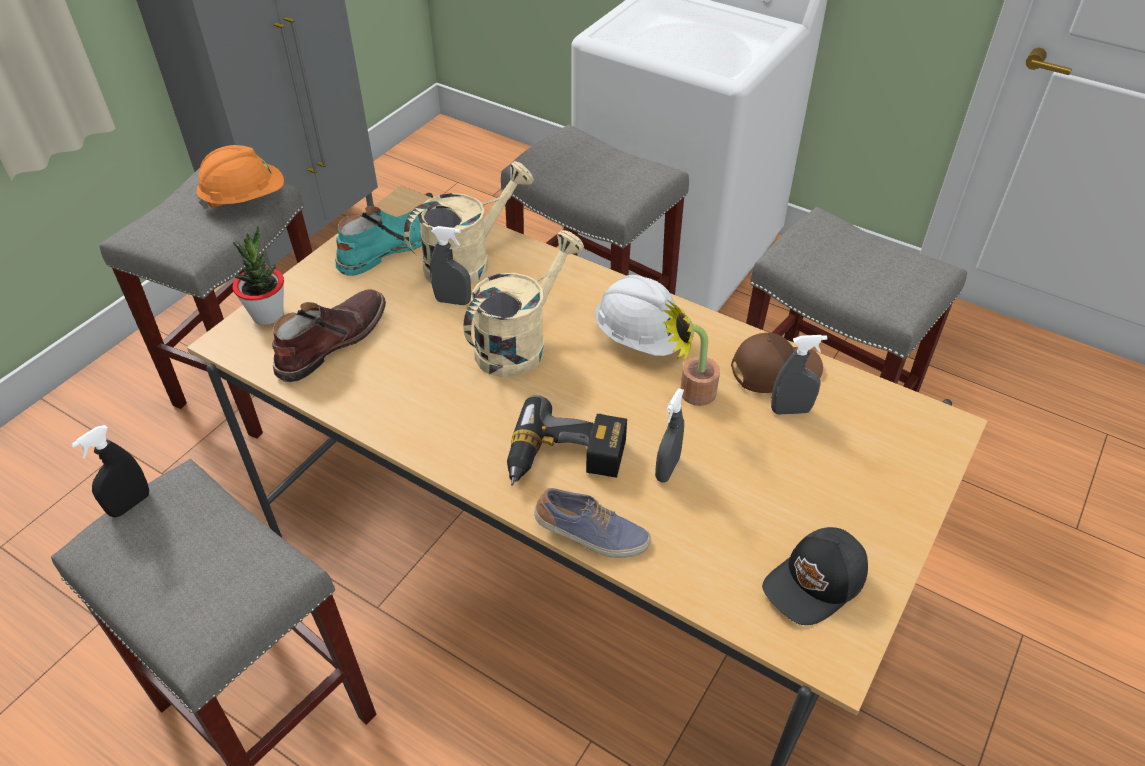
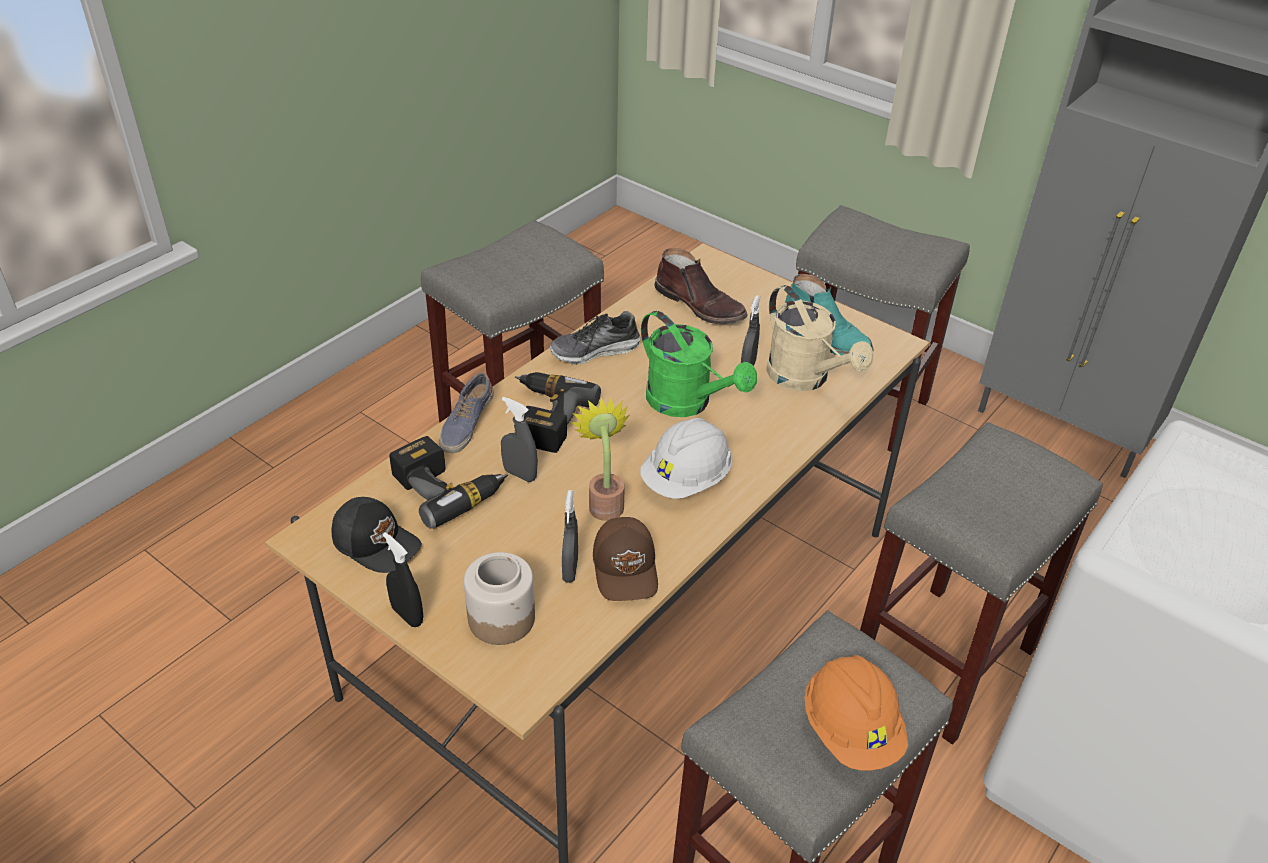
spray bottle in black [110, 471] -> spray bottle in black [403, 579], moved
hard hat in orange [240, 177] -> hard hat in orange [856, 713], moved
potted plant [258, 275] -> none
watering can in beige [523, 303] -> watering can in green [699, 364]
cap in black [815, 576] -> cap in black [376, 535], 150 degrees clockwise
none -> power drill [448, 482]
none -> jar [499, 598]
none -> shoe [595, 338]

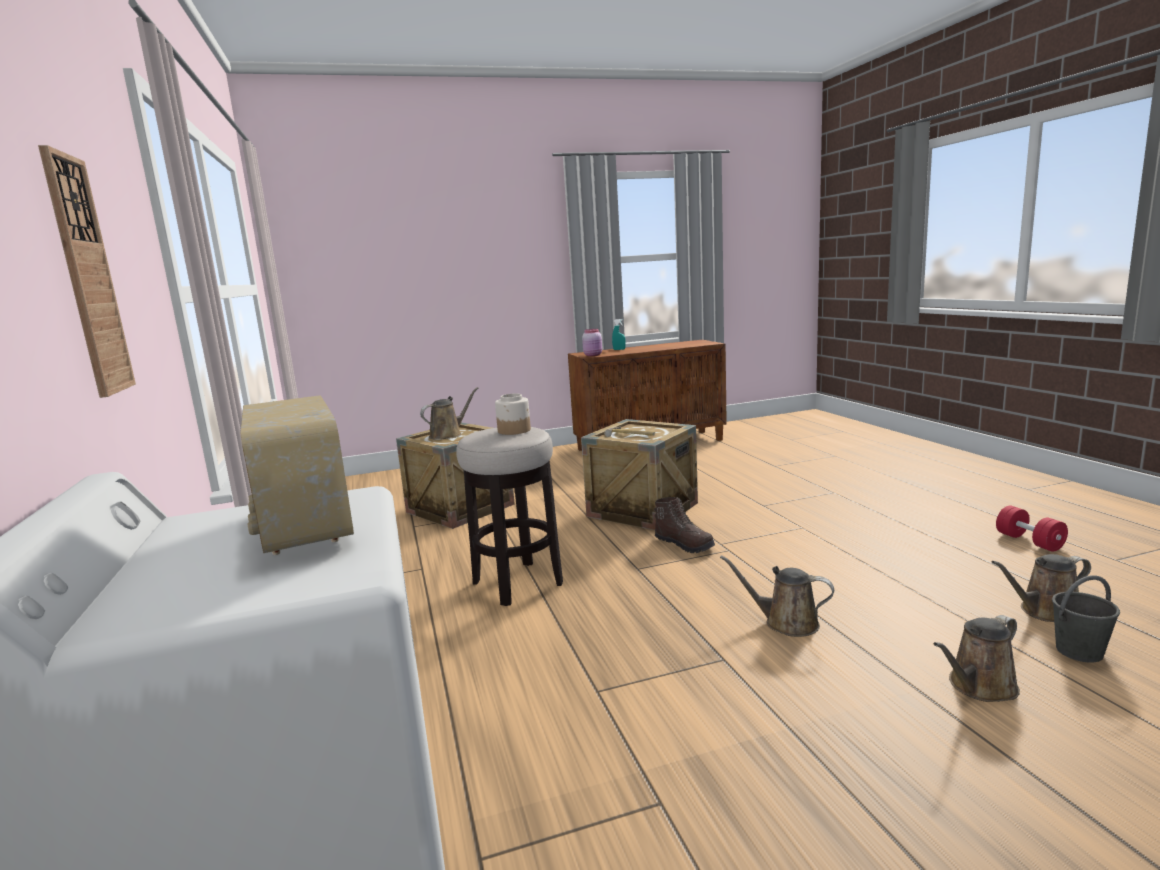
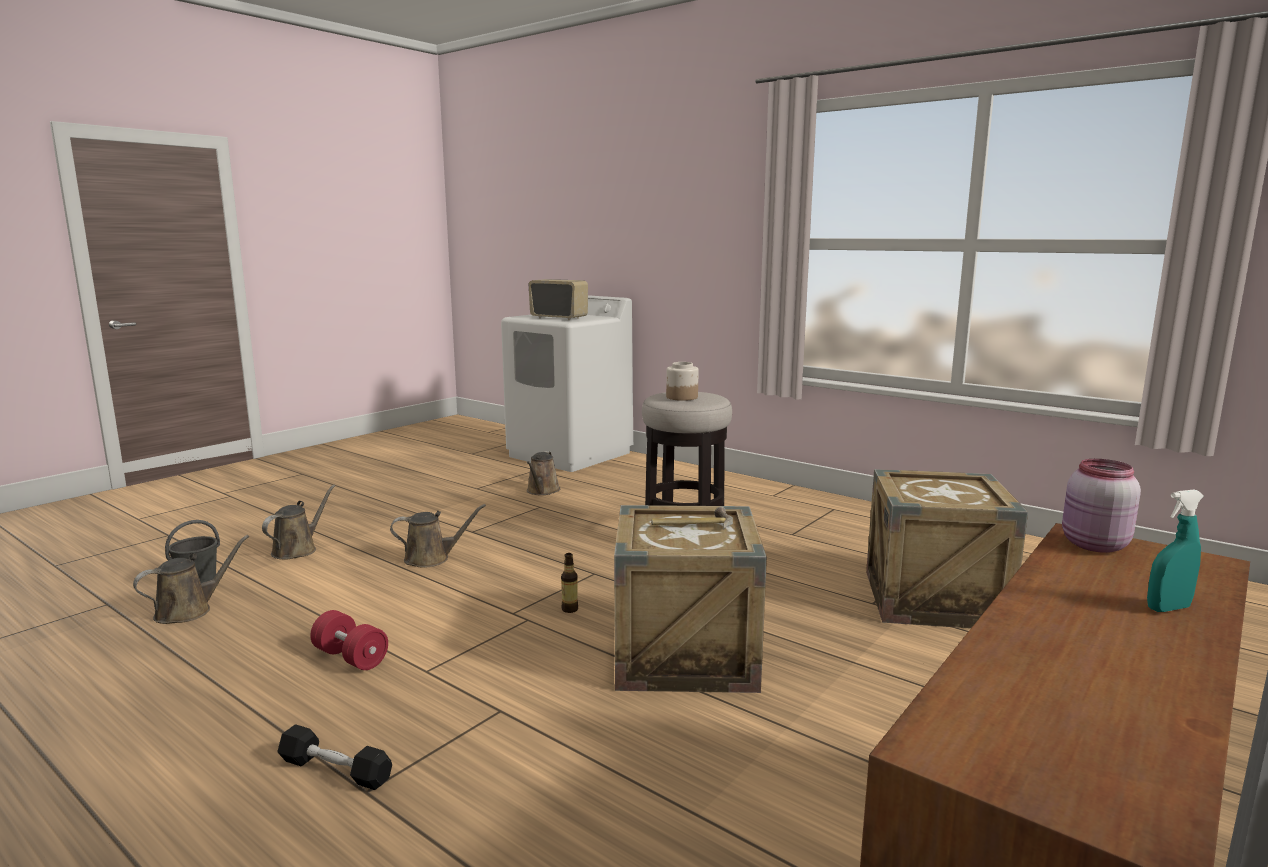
wall clock [87, 271] -> none
watering can in brown [449, 413] -> watering can in brown [543, 473], moved
boot in brown [684, 525] -> bottle [569, 583]
dumbbell in red [1032, 529] -> dumbbell in red [349, 640], moved
none -> dumbbell in black [334, 757]

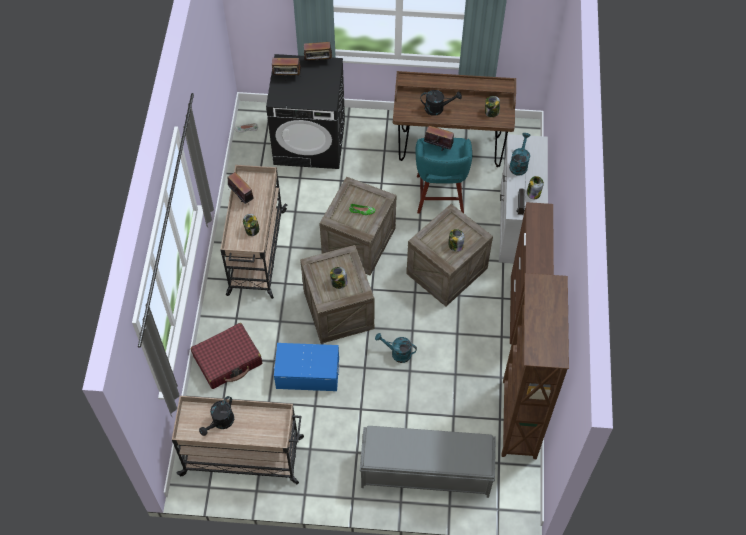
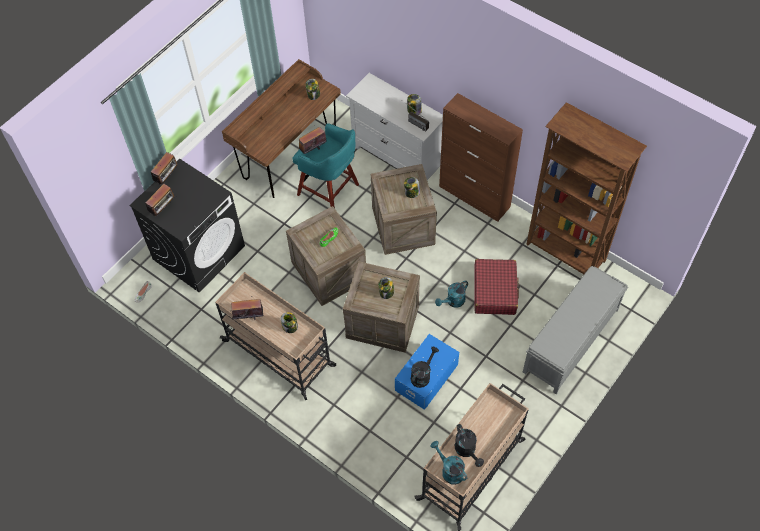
suitcase in red [226, 356] -> suitcase in red [497, 287], moved
watering can in black [441, 103] -> watering can in black [425, 367], moved
watering can in turquoise [519, 154] -> watering can in turquoise [448, 463], moved

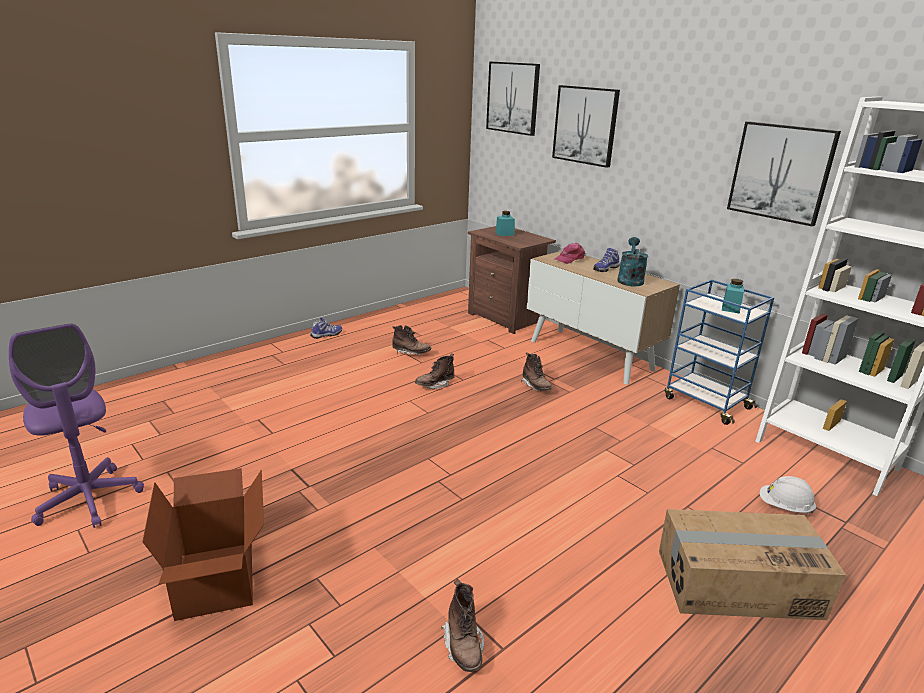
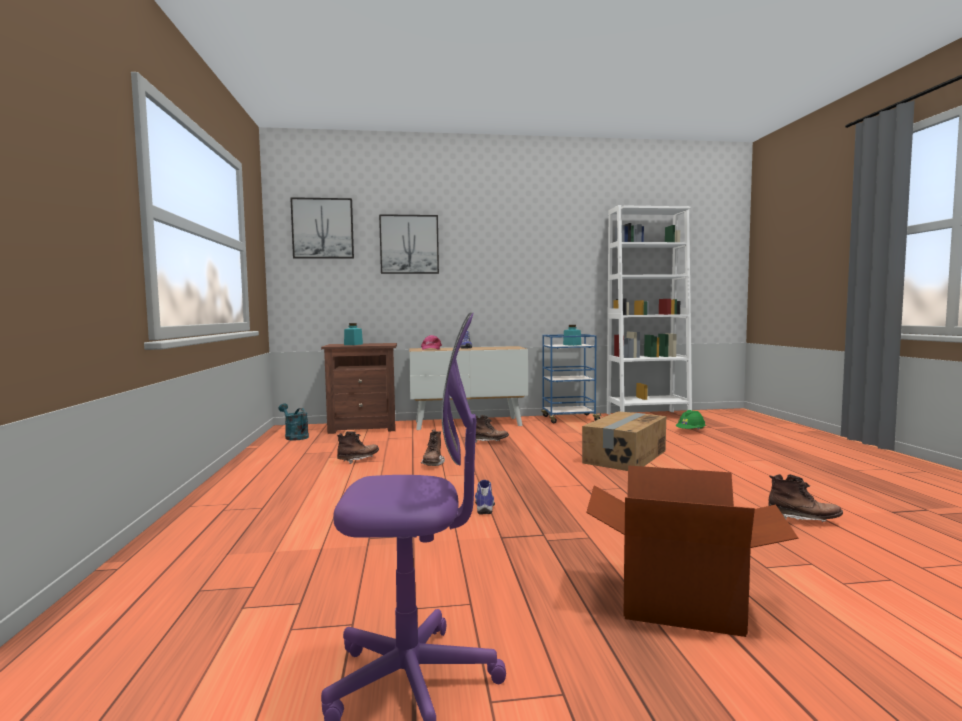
shoe [326, 328] -> shoe [485, 497], moved
watering can in turquoise [632, 261] -> watering can in turquoise [294, 421], moved
cardboard box [752, 564] -> cardboard box [624, 441], moved
picture [784, 173] -> none
hard hat in white [788, 495] -> hard hat in green [690, 420]

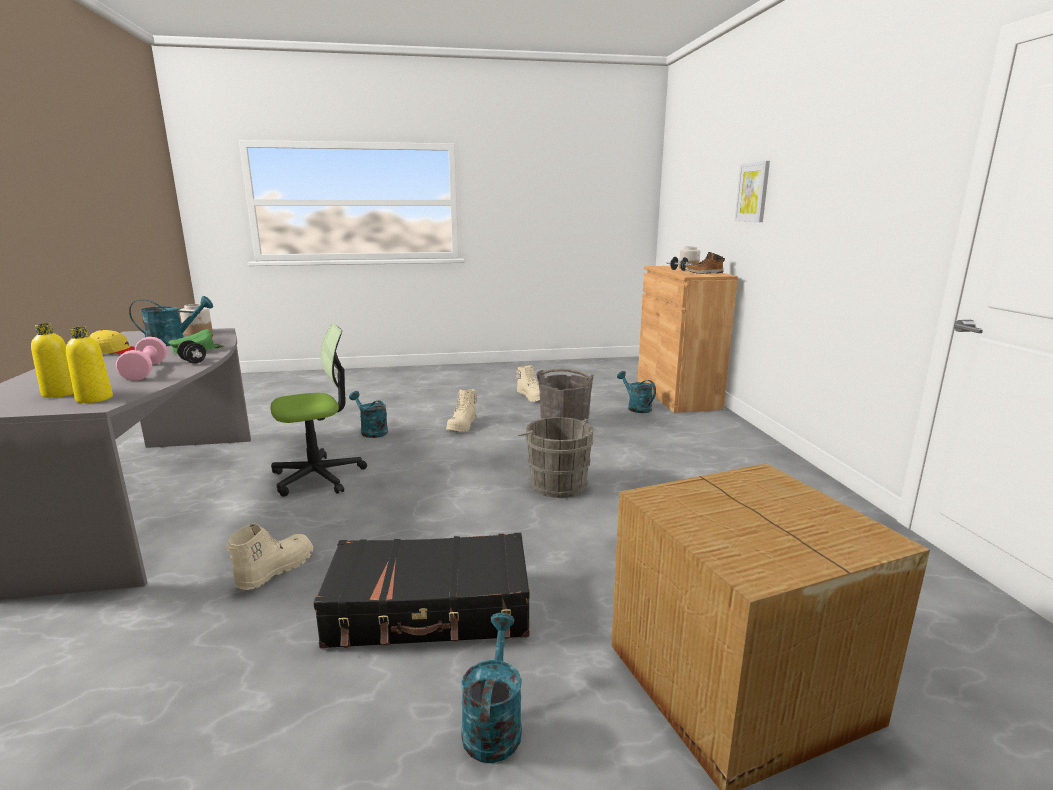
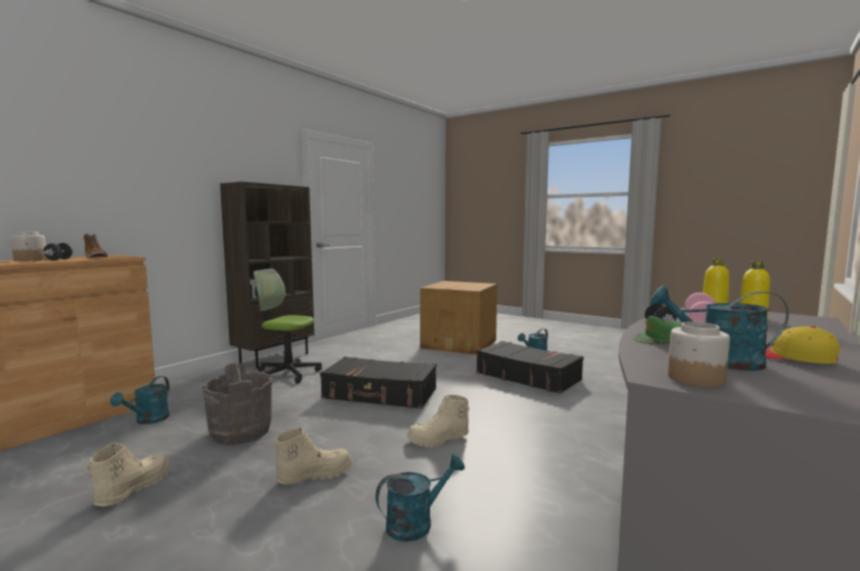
boot in beige [269, 556] -> boot in beige [438, 421], moved
office chair [319, 410] -> office chair [287, 326], moved
watering can in turquoise [368, 414] -> watering can in turquoise [420, 498], 120 degrees counterclockwise
bucket in grey [555, 457] -> suitcase in black [378, 383]
picture [752, 191] -> none
none -> bookcase in brown [267, 275]

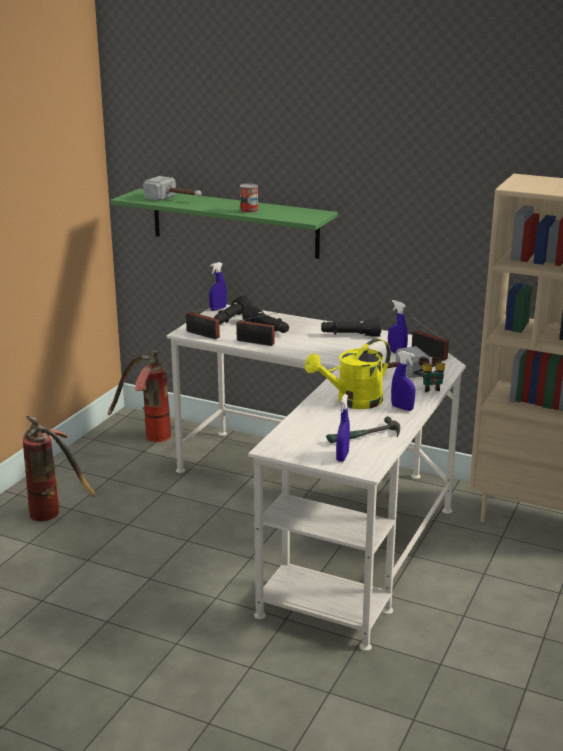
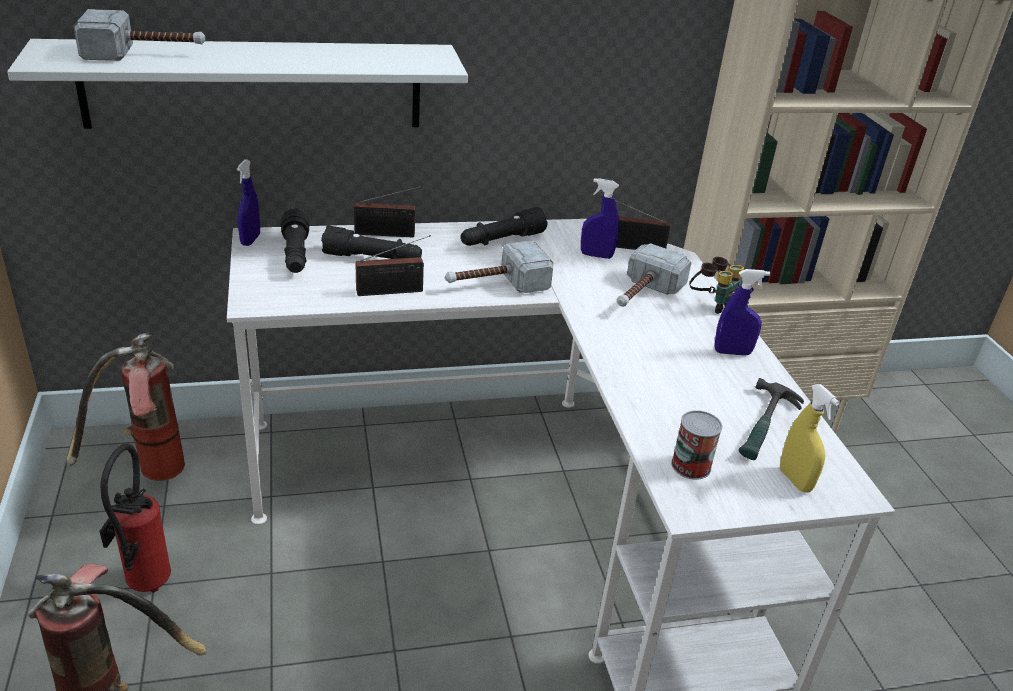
shelf in green [224, 224] -> shelf in white [237, 84]
radio [203, 323] -> radio [388, 211], moved
can [249, 198] -> can [696, 445], moved
watering can in yellow [347, 374] -> none
spray bottle in blue [343, 428] -> spray bottle in yellow [810, 438]
none -> fire extinguisher [135, 518]
none -> hammer [499, 267]

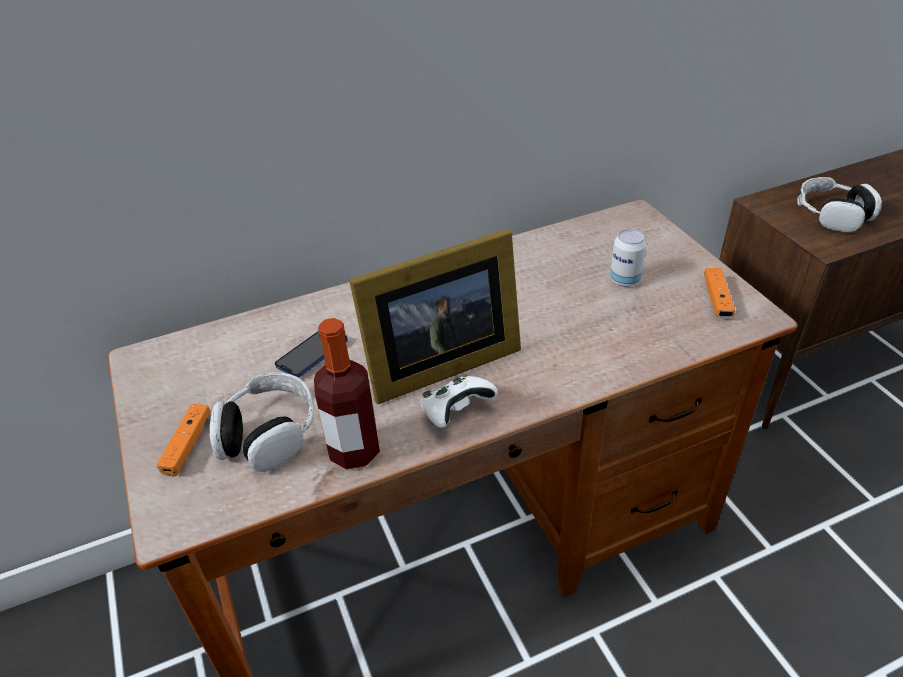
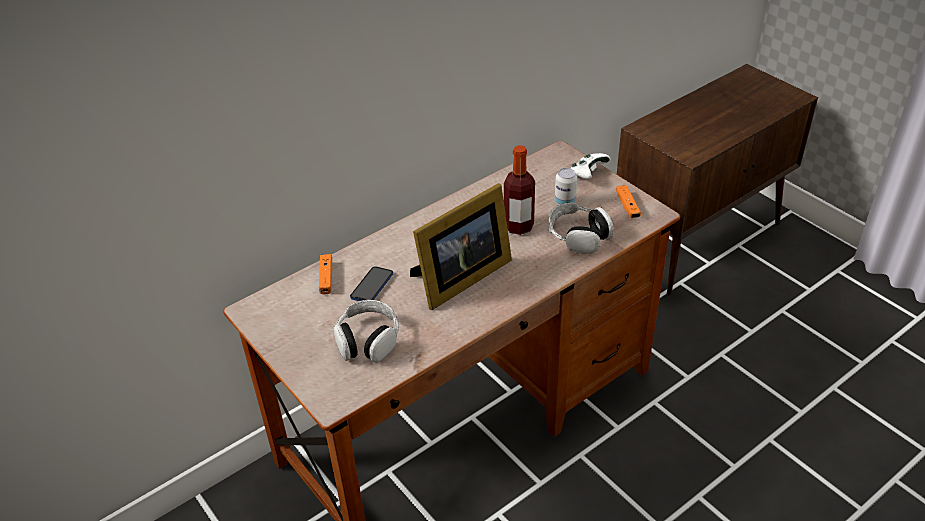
game controller in orange [184, 440] -> game controller in orange [325, 274], moved
bottle [347, 393] -> bottle [519, 190], moved
game controller in white [459, 401] -> game controller in white [590, 166], moved
headphones [839, 204] -> headphones [581, 228], moved

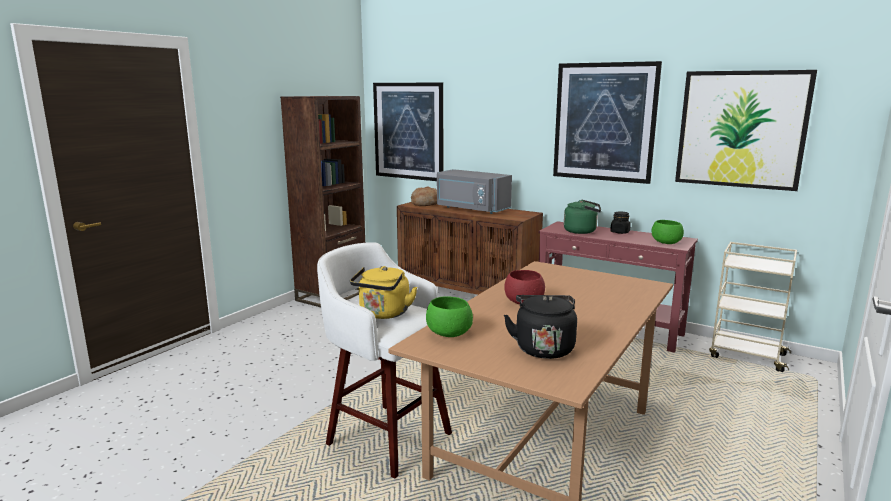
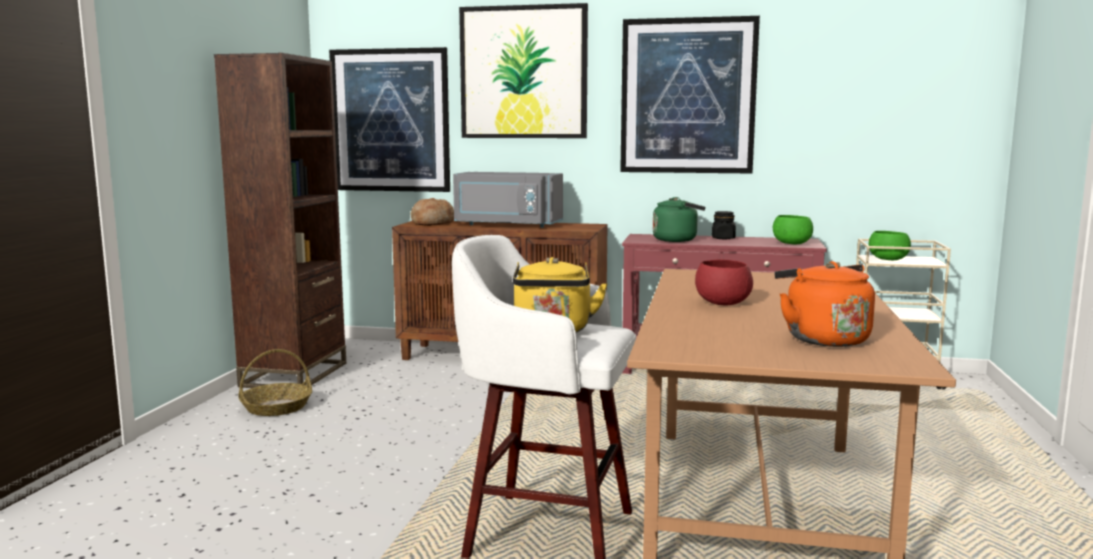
bowl in green [449, 316] -> bowl in green [889, 245], moved
kettle in black [540, 327] -> kettle in orange [825, 304]
picture [746, 130] -> picture [523, 70], moved
none -> basket [275, 382]

